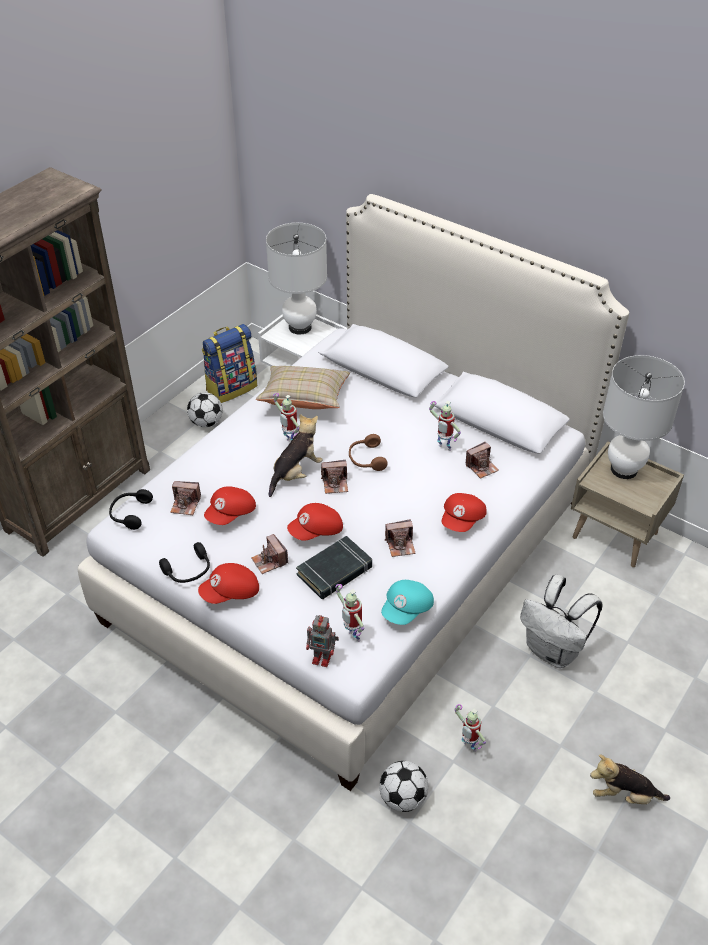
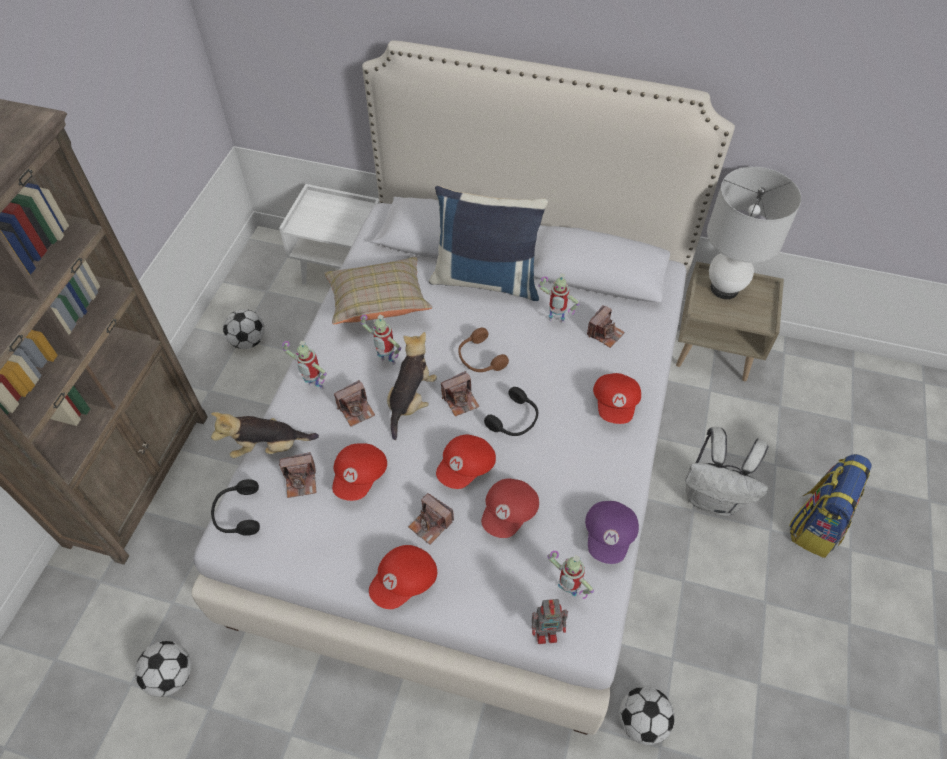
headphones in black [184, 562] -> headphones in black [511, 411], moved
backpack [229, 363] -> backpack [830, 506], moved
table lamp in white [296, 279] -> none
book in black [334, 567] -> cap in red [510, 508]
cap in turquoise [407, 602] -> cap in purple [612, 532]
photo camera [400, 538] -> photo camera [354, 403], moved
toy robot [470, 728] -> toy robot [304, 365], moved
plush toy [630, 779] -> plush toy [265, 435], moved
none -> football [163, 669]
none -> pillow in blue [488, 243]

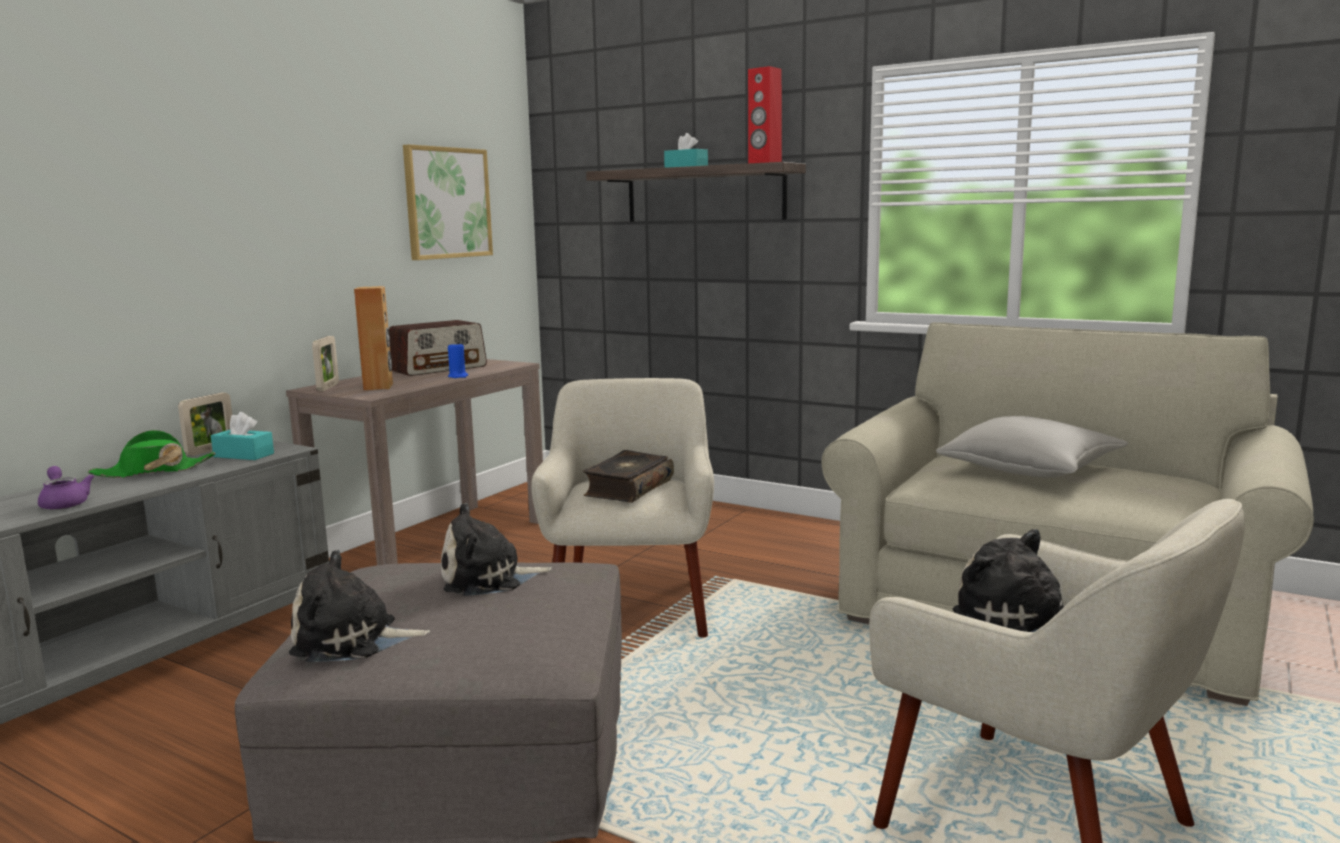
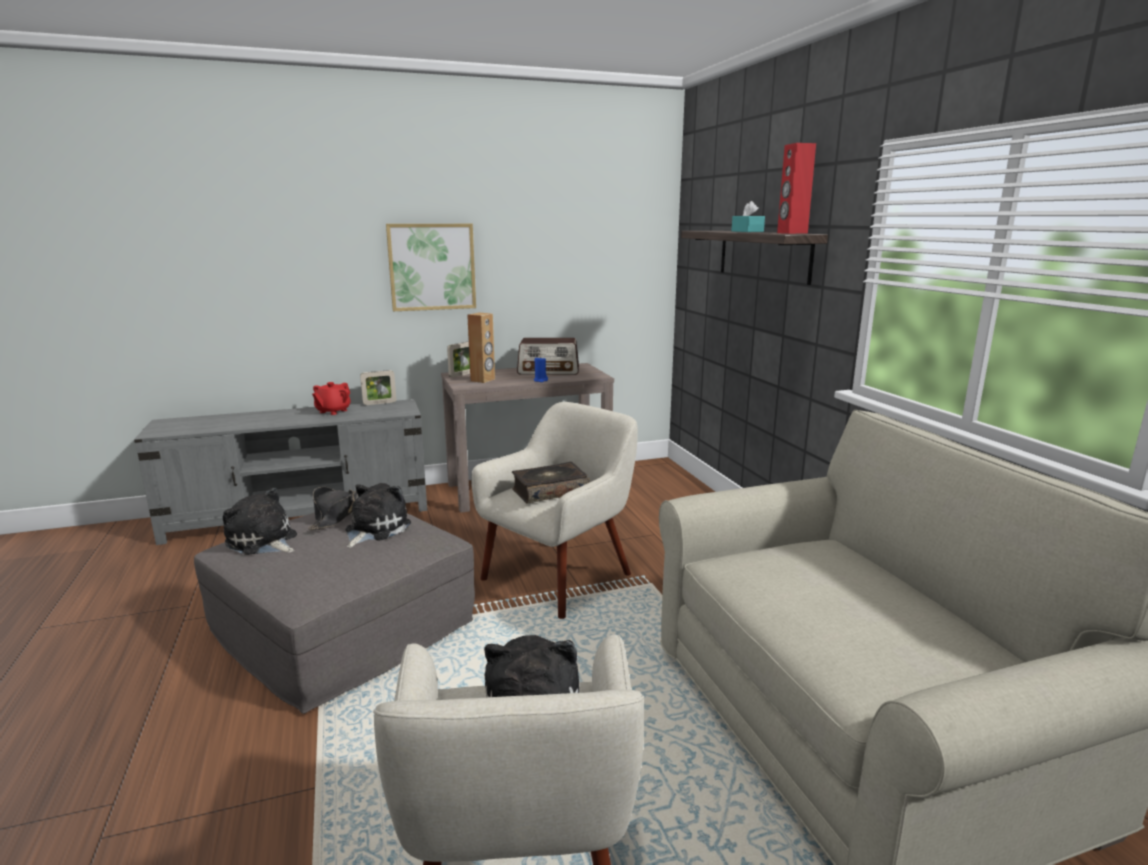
teapot in purple [66, 488] -> none
hat in green [152, 454] -> teapot in red [331, 398]
tissue box in turquoise [242, 436] -> none
picture [448, 202] -> picture [431, 267], moved
plush toy [496, 549] -> plush toy [378, 515], 90 degrees clockwise
pillow in grey [1032, 447] -> none
none -> hat in black [333, 508]

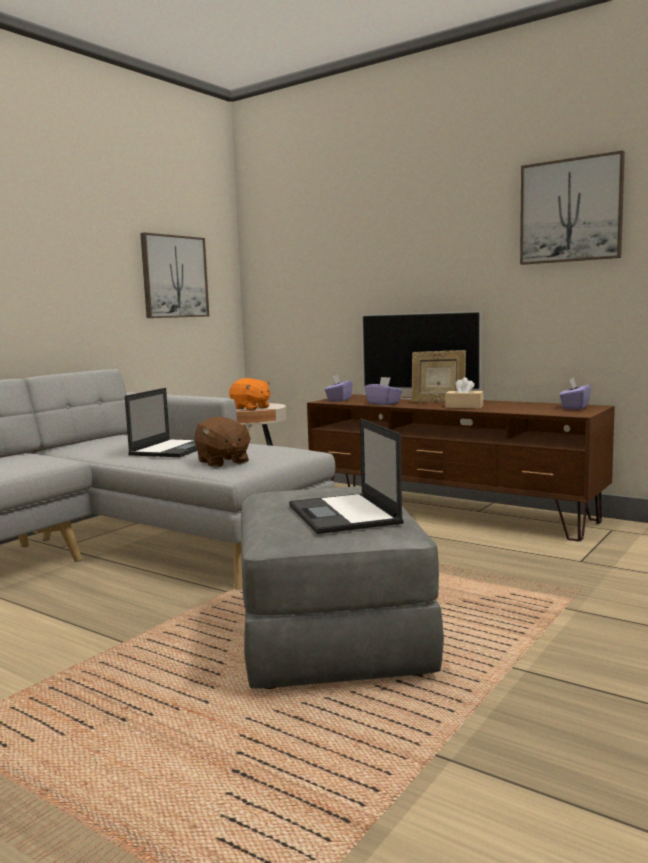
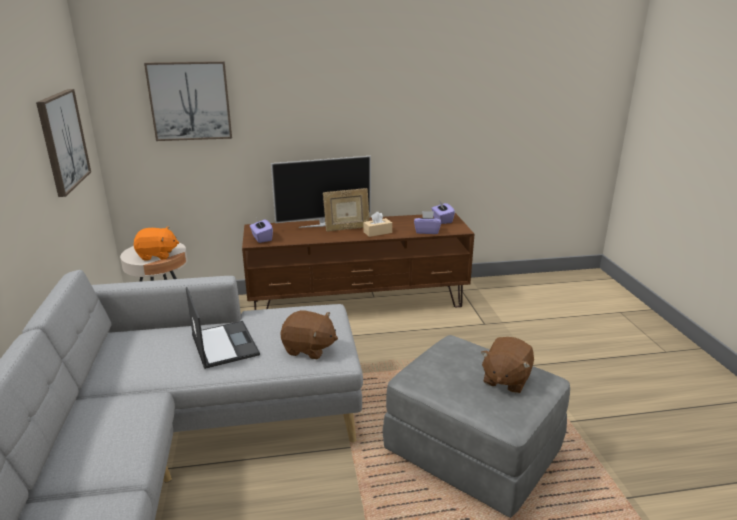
laptop [346, 476] -> plush toy in brown [507, 365]
tissue box in purple [383, 391] -> tissue box in purple [427, 222], moved
picture [572, 207] -> picture [188, 101], moved

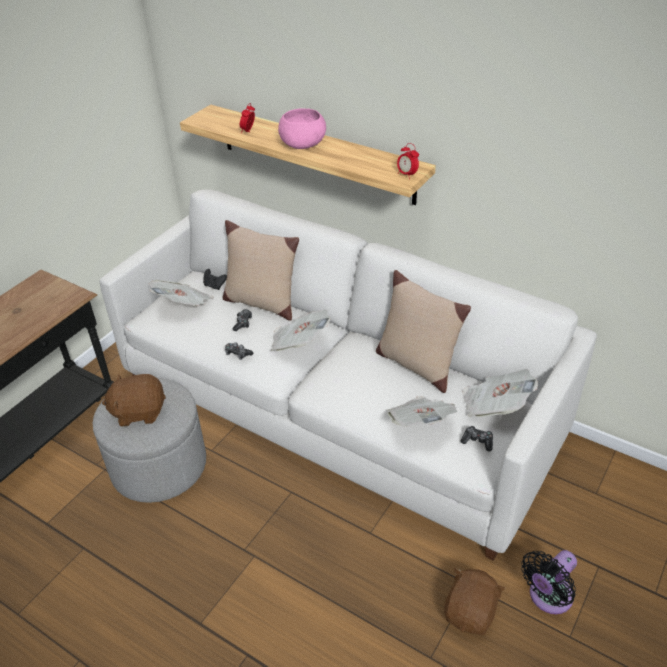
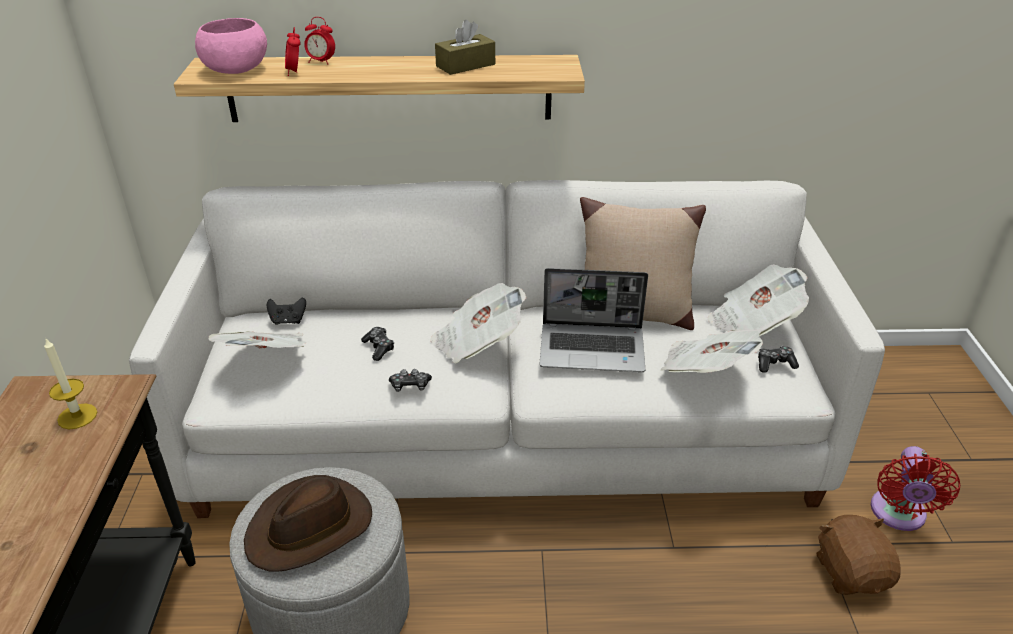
plush toy in brown [134, 400] -> hat in brown [308, 523]
pillow in beige [260, 270] -> none
bowl in pink [302, 128] -> bowl in pink [231, 46], moved
alarm clock [408, 161] -> alarm clock [319, 41], moved
fan in black [549, 582] -> fan in red [915, 488]
none -> candle [70, 383]
none -> tissue box in brown [465, 47]
none -> laptop [594, 320]

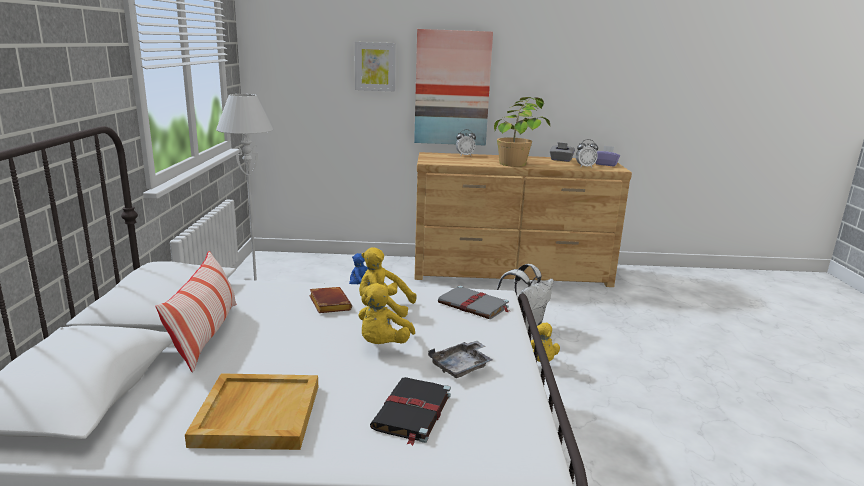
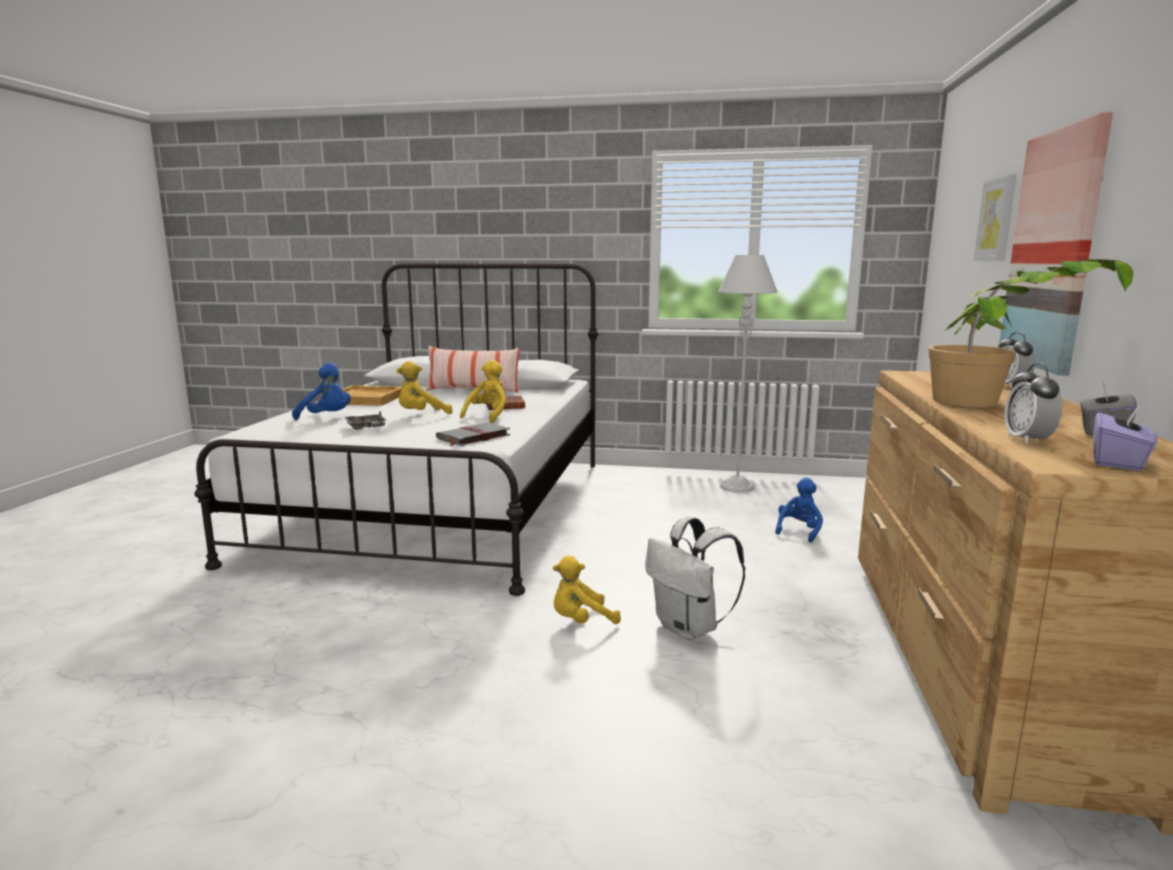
plush toy in yellow [386, 313] -> plush toy in yellow [425, 387], 60 degrees counterclockwise
book in black [410, 411] -> plush toy in blue [321, 391]

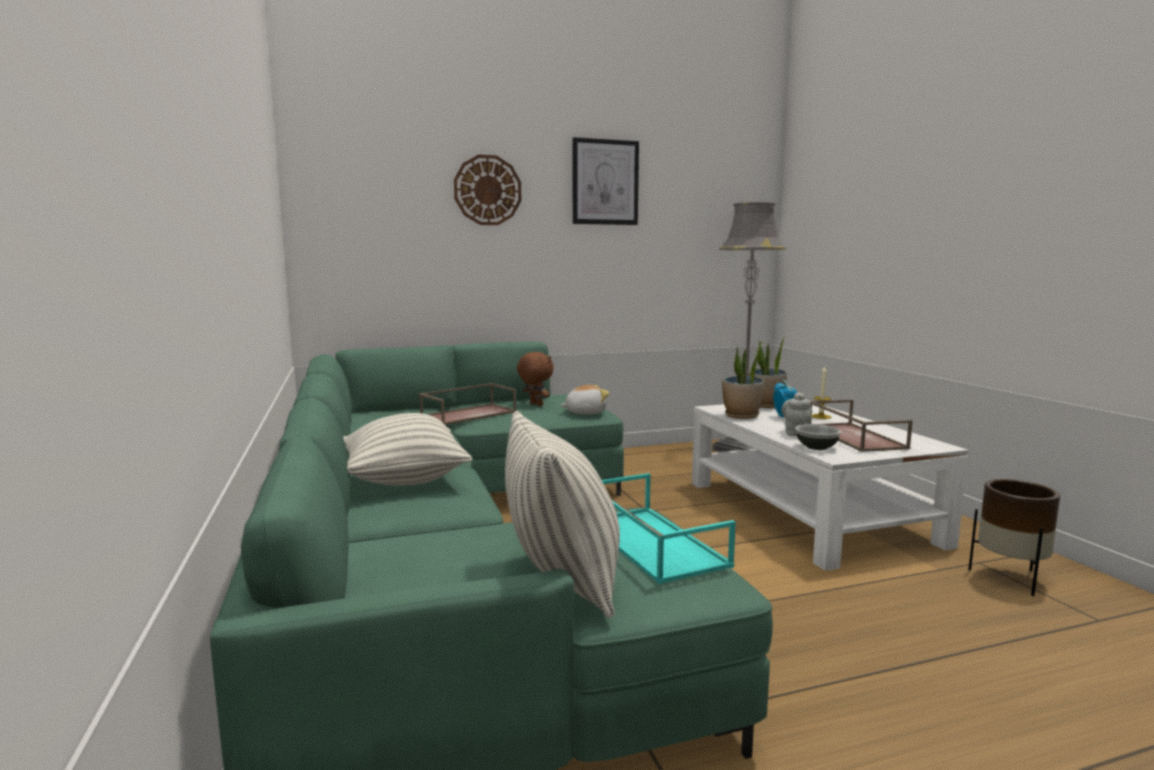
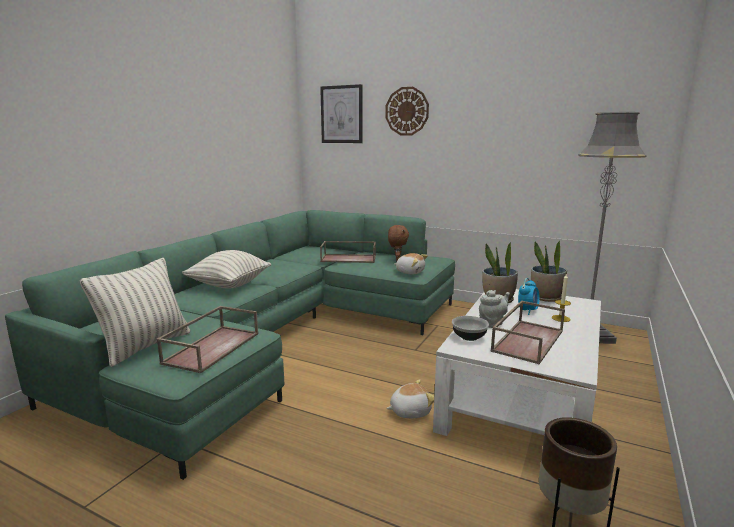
picture [606, 181] -> picture [341, 113], moved
tray in turquoise [669, 528] -> tray in brown [207, 339]
none -> plush toy [410, 398]

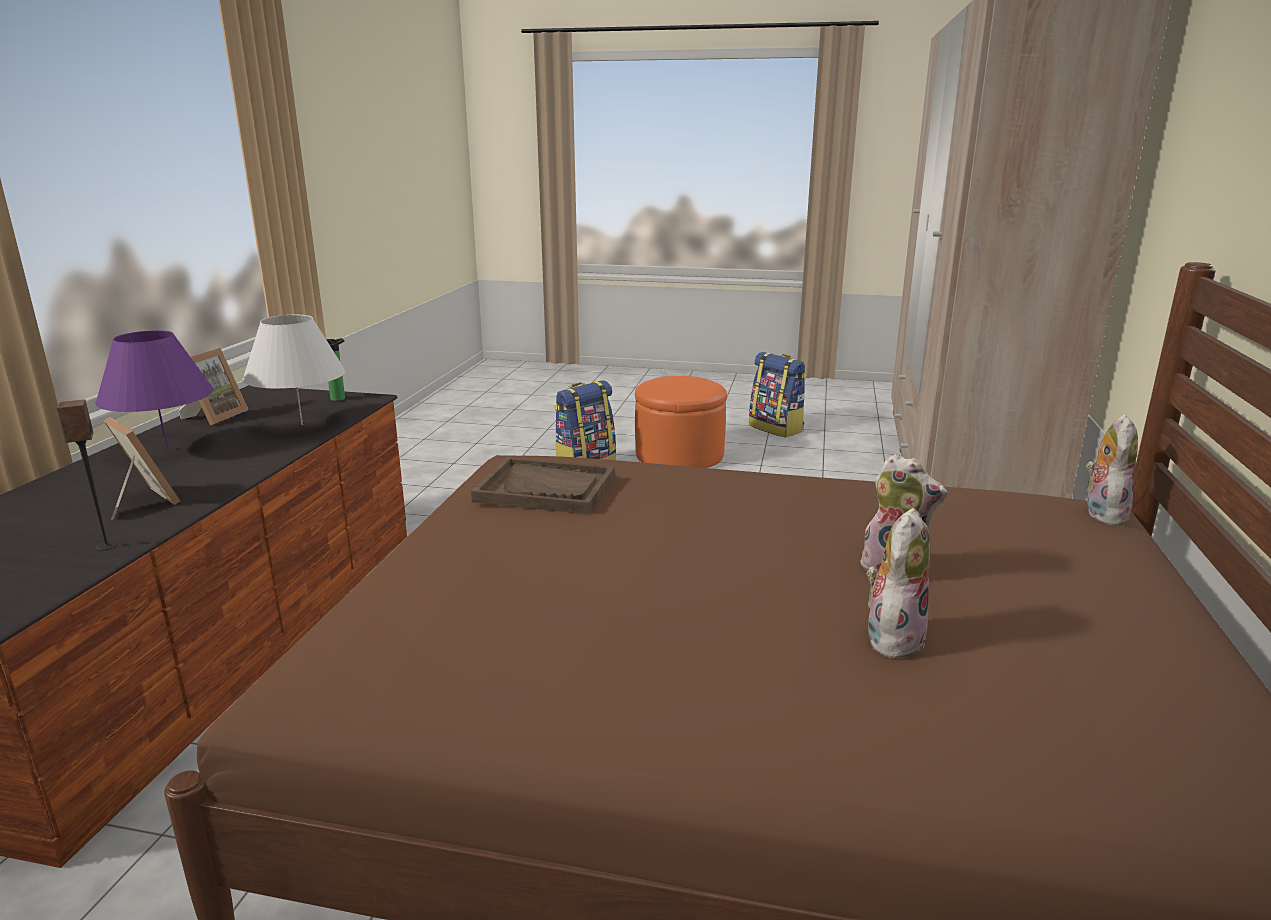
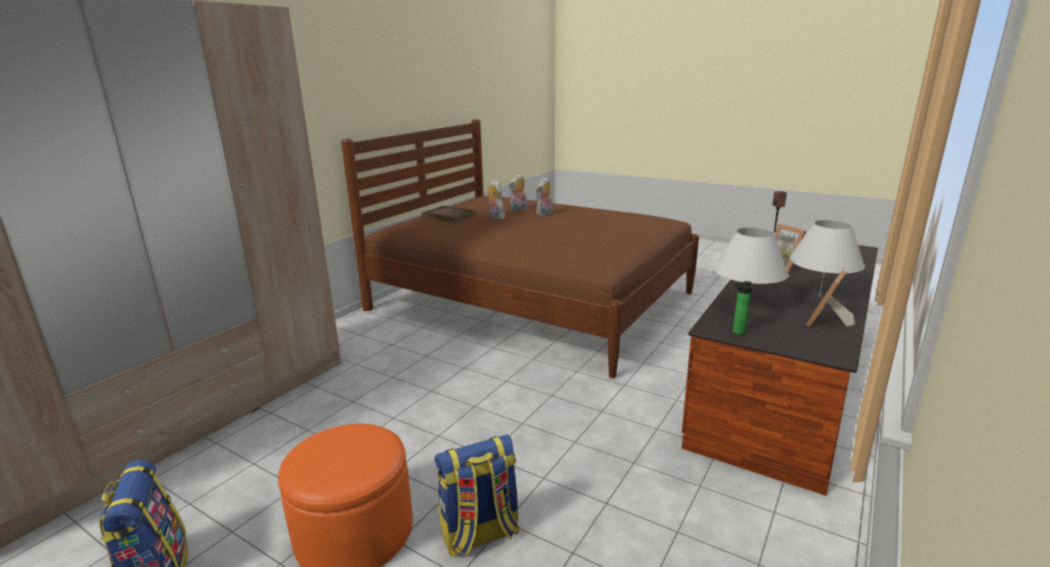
table lamp in purple [154, 390] -> table lamp in white [827, 258]
tray in brown [543, 485] -> tray in brown [449, 213], moved
plush toy [1112, 469] -> plush toy [544, 196], moved

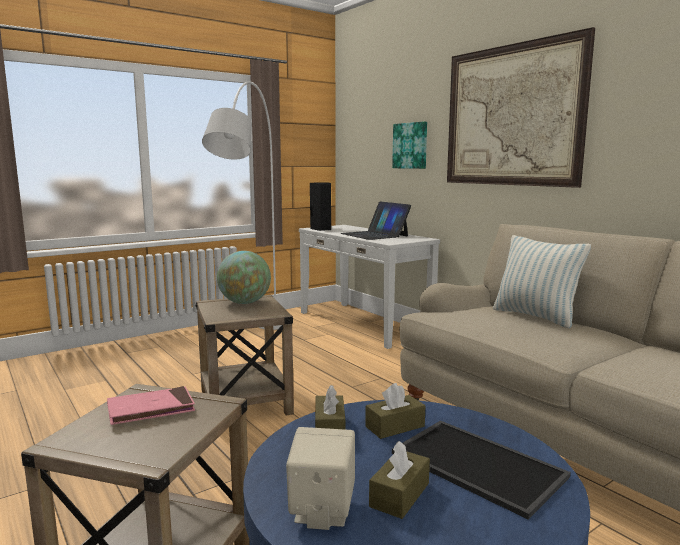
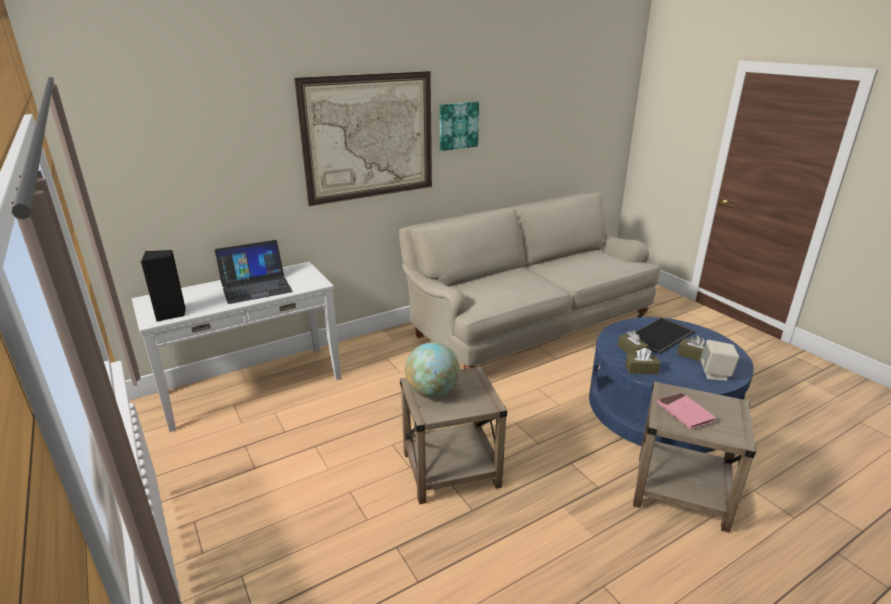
floor lamp in white [241, 205] -> none
picture [409, 145] -> picture [459, 126], moved
pillow [542, 281] -> none

